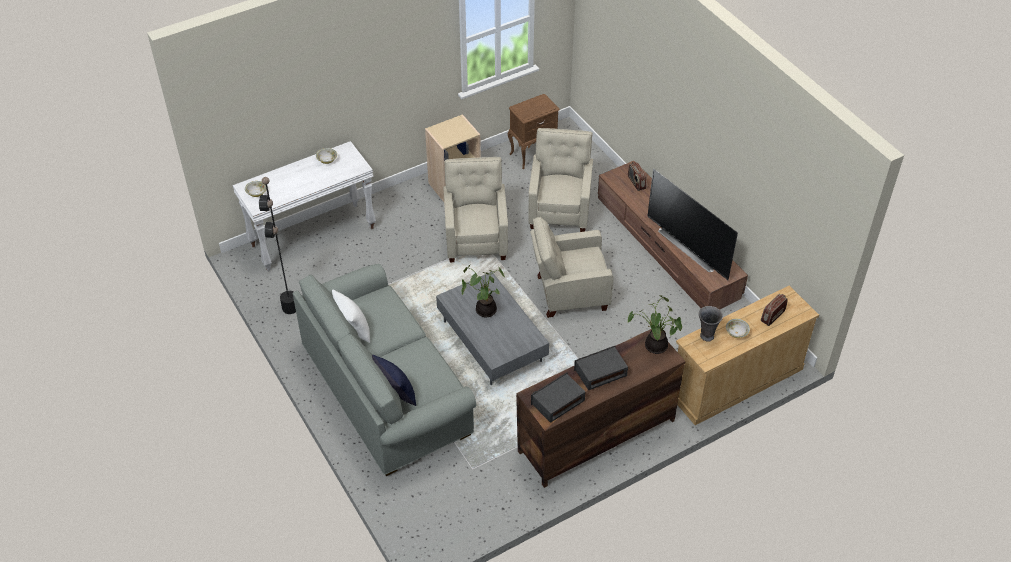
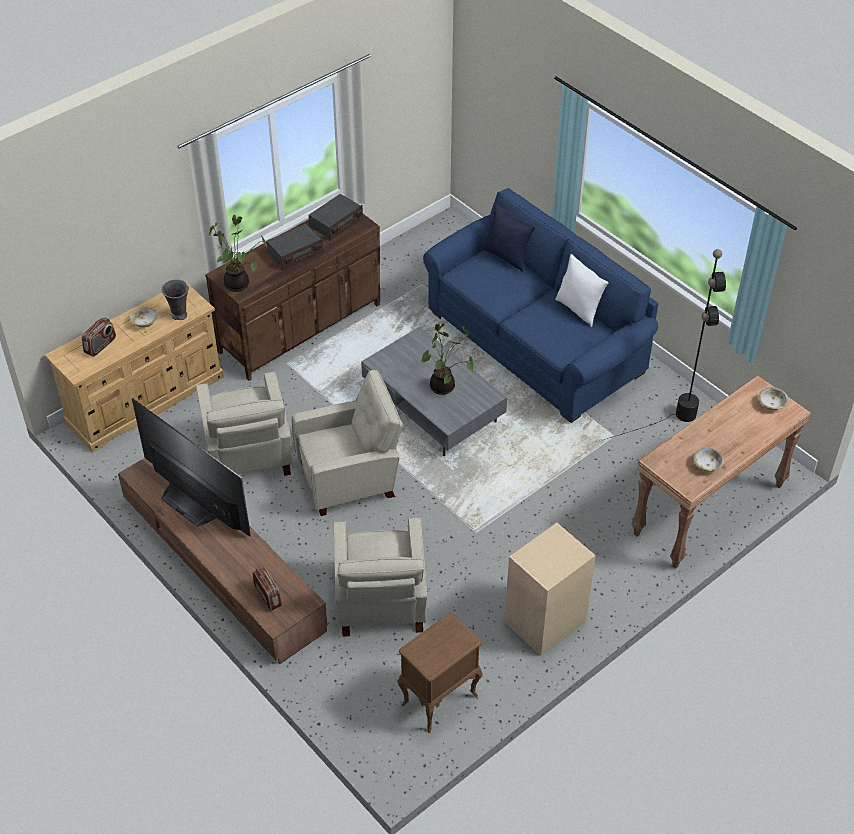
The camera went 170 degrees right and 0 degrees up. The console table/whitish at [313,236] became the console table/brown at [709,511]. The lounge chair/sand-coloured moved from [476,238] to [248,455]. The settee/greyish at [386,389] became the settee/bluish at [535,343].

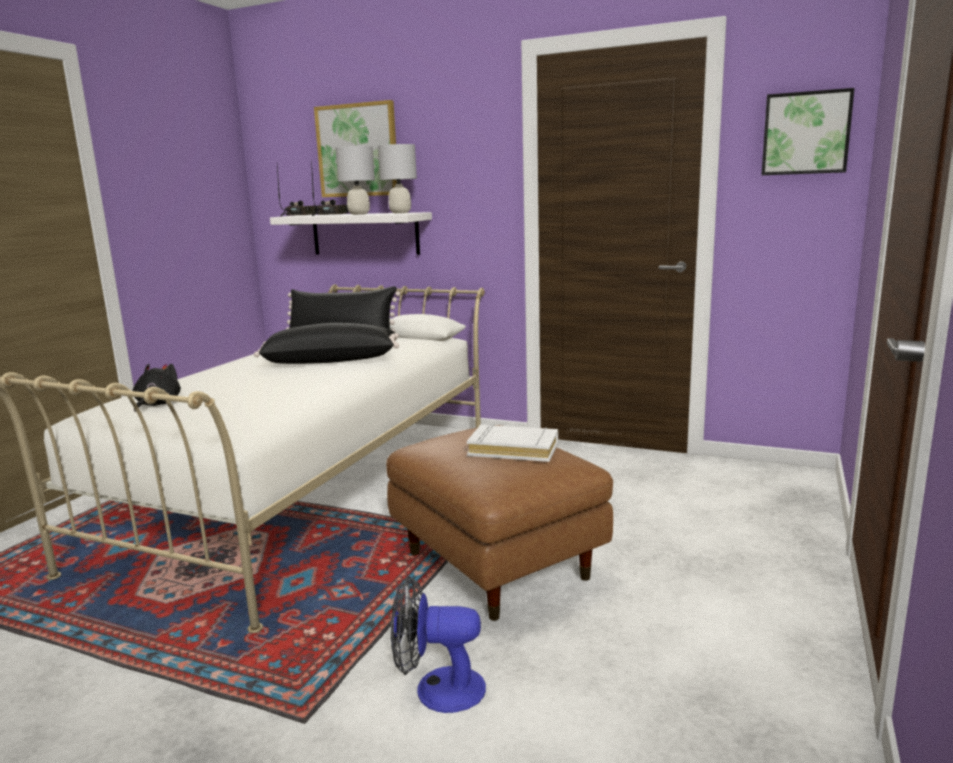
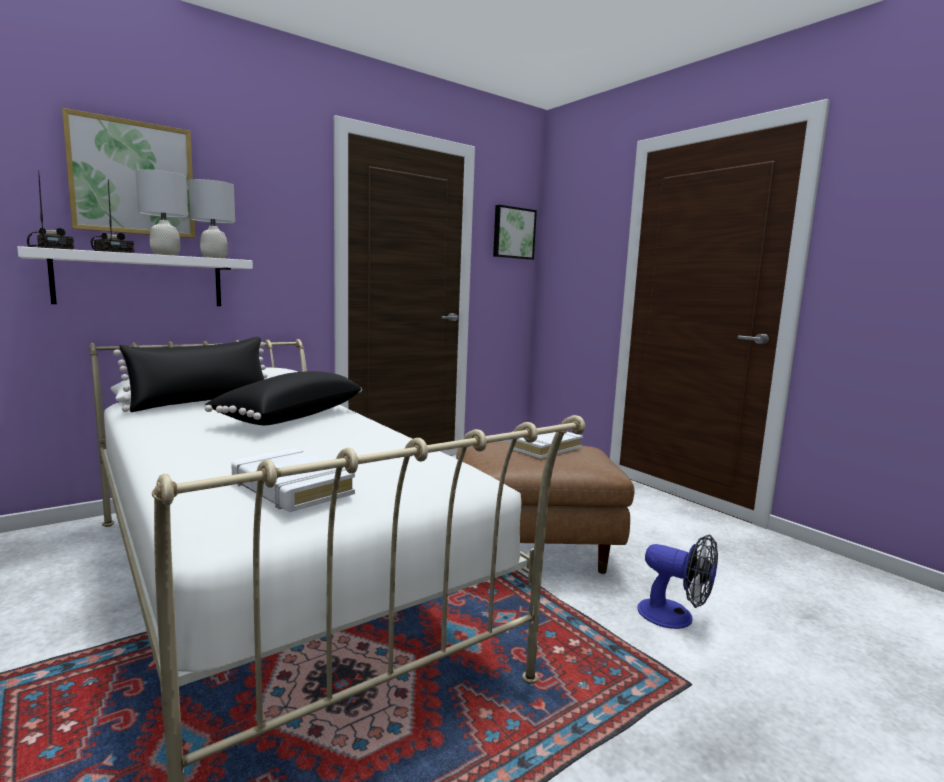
The camera went 60 degrees left and 5 degrees down. The soft toy/blackish at [156,404] was replaced by the bound book/whitish at [291,488]. The fan at [437,689] turned 90 degrees counterclockwise.

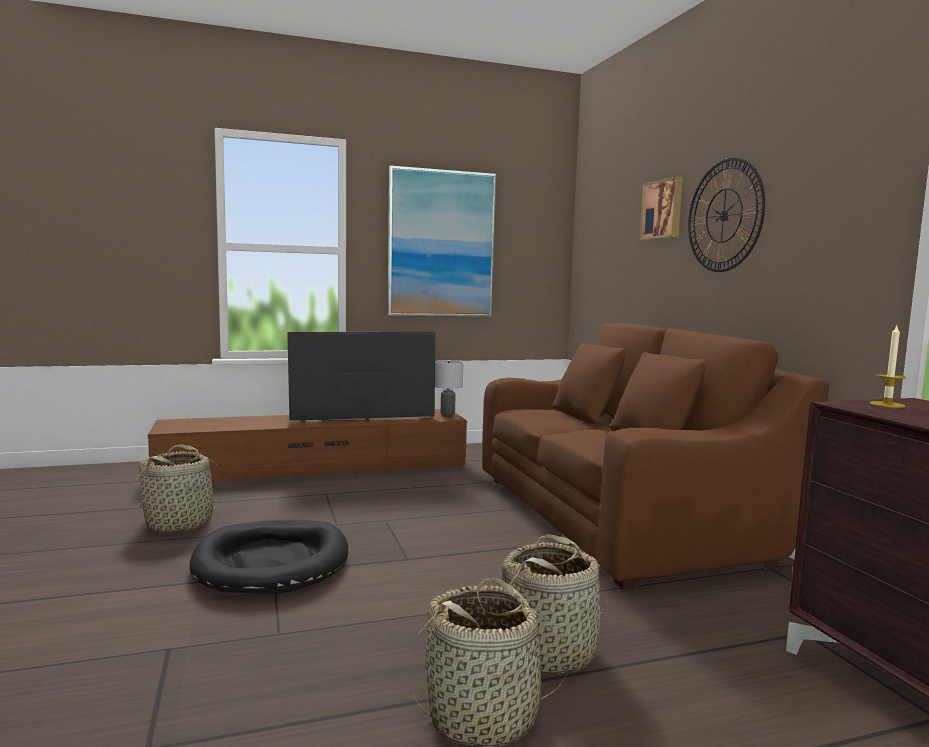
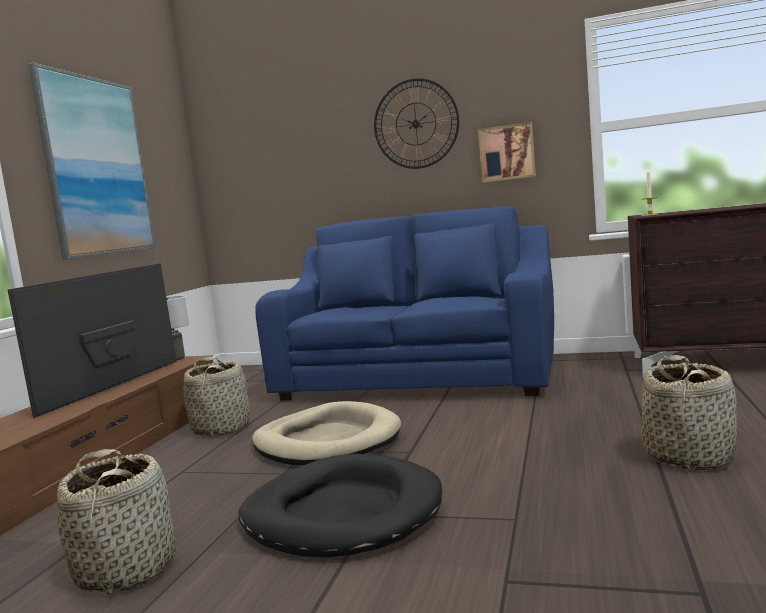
The camera went 55 degrees left and 0 degrees up. The wall picture moved from [663,209] to [507,153]. The settee/brown at [616,517] became the settee/bluish at [418,378]. The basket moved from [550,652] to [222,428]. The dog bed/sand-coloured at [327,441] appeared.

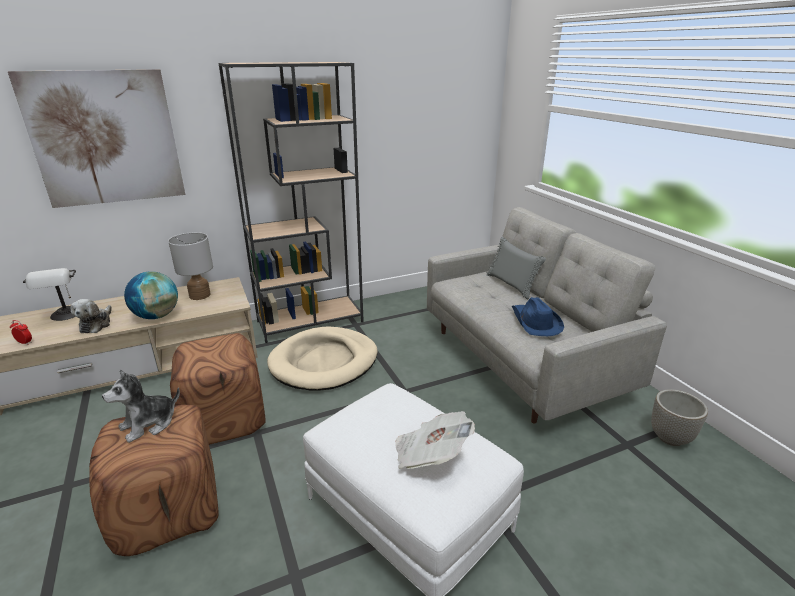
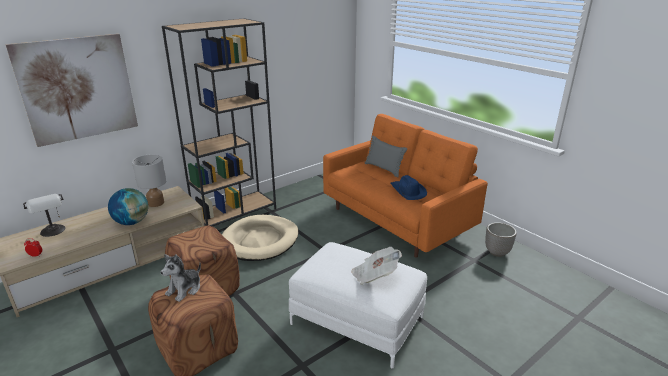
The camera went 15 degrees left and 0 degrees up. The settee/greyish at [521,361] became the settee/orange at [397,220]. The soft toy at [96,324] disappeared.

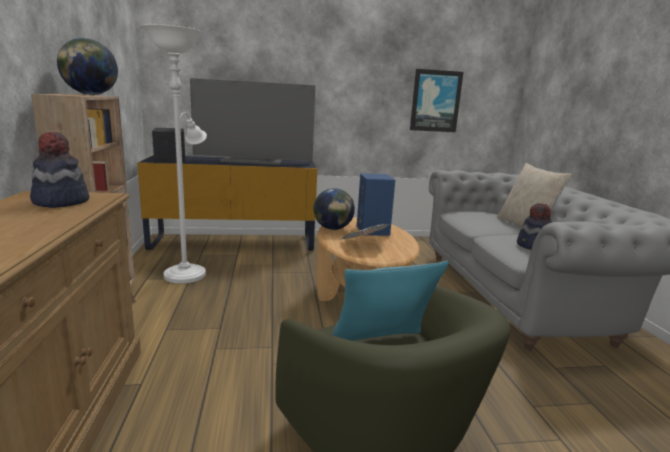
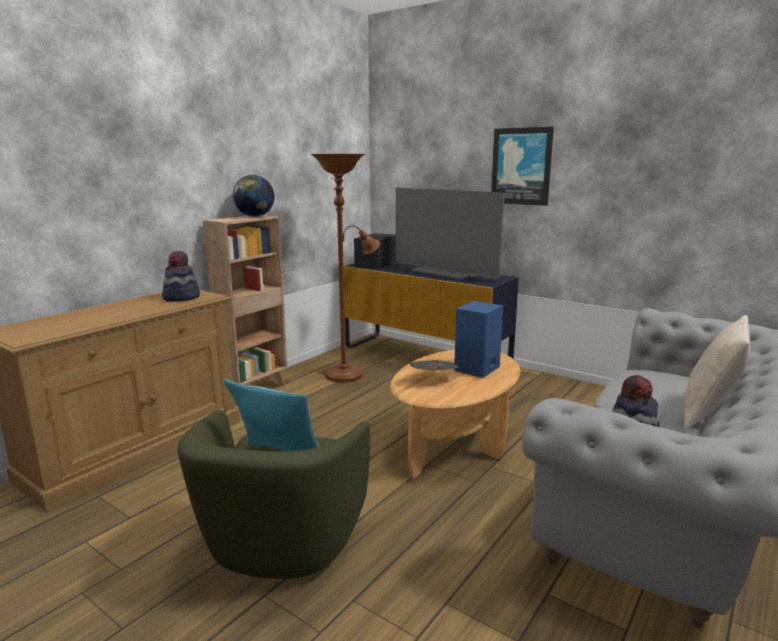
The camera went 45 degrees right and 0 degrees up. The standing lamp/whitish at [187,273] became the standing lamp/brown at [348,374]. The wall picture moved from [435,101] to [521,166]. The globe at [333,229] disappeared.

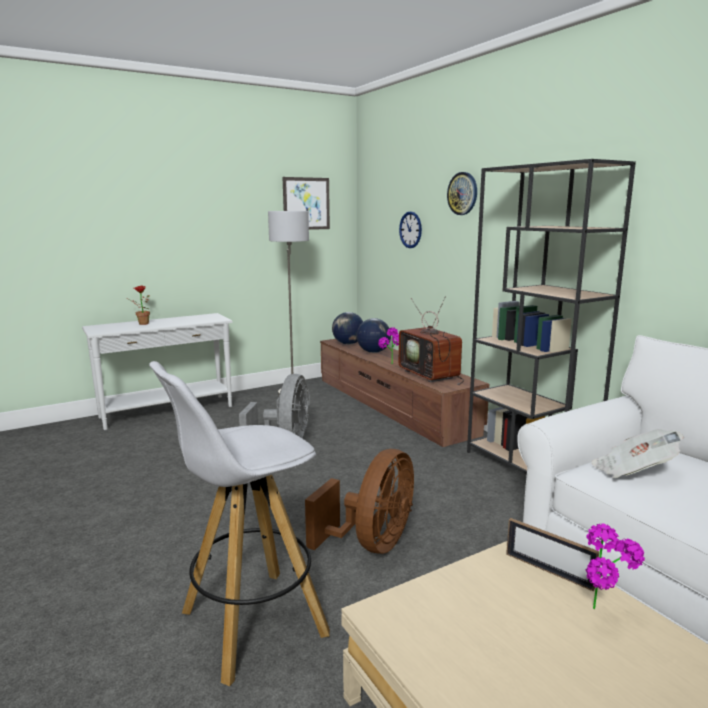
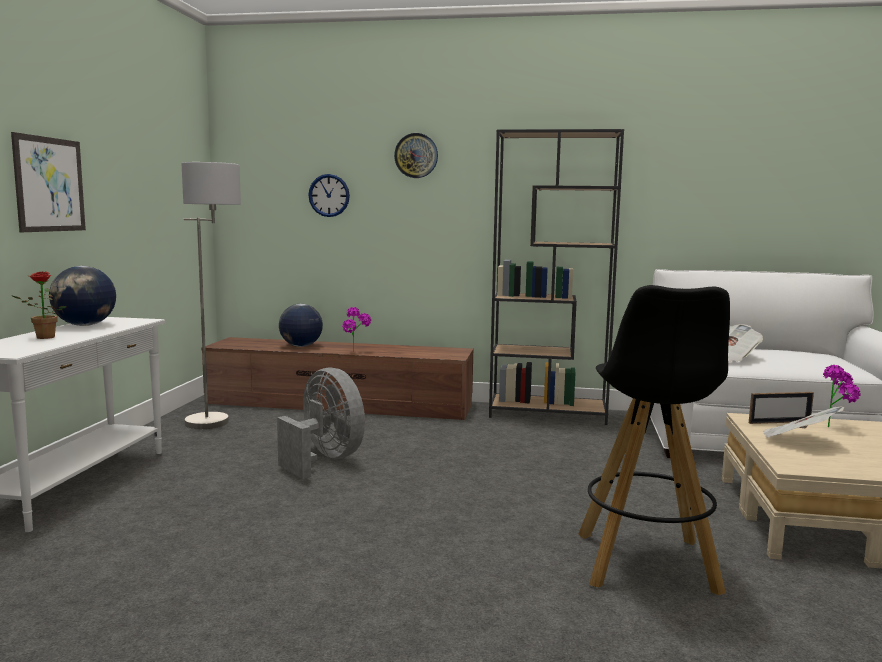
The camera went 50 degrees left and 5 degrees down. The wall picture moved from [306,203] to [49,184]. The TV at [431,375] disappeared. The globe moved from [348,344] to [84,325]. The stool seat/whitish at [251,624] became the stool seat/blackish at [646,564]. The fan/brown at [372,544] disappeared. The printed paper at [797,441] appeared.

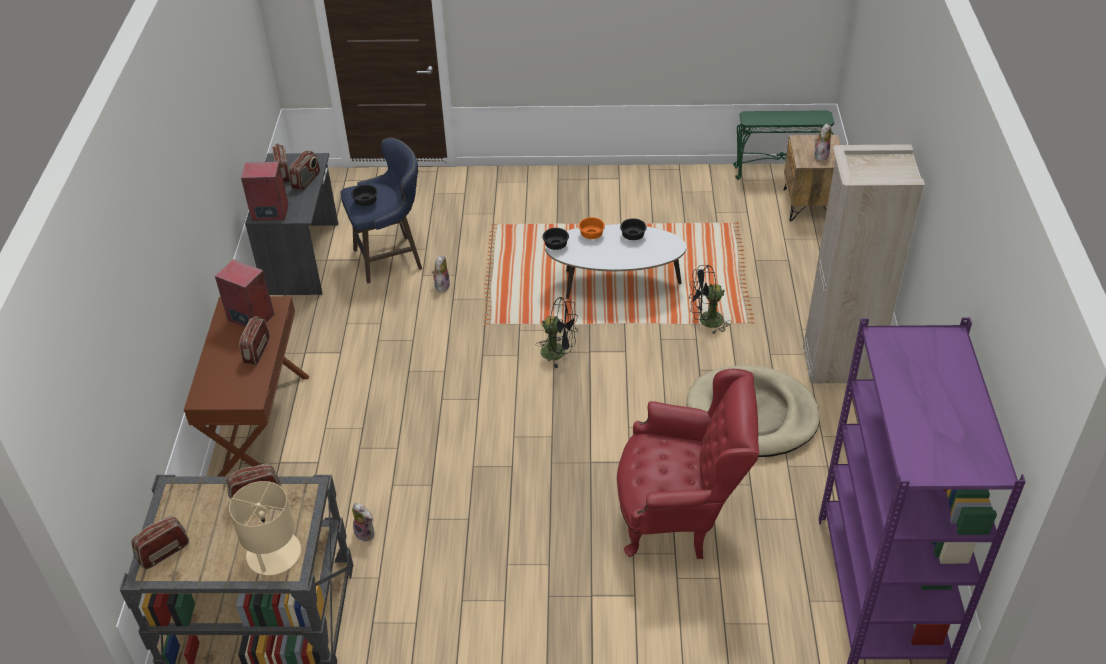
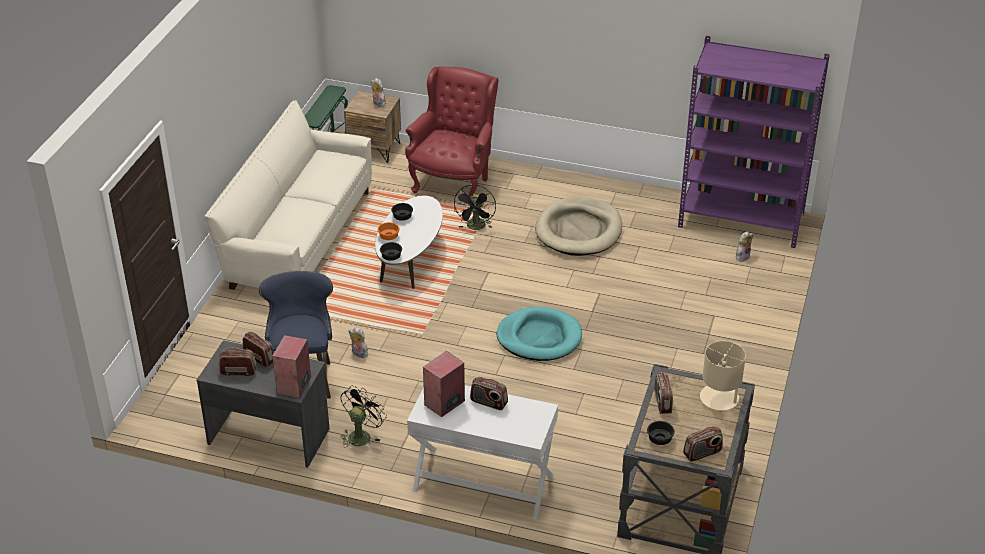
The camera went 75 degrees left and 5 degrees down. The cupboard/sand-coloured at [838,365] disappeared. The bowl/blackish moved from [365,202] to [659,440]. The console table/brown at [261,428] became the console table/whitish at [483,483]. The fan/blackish moved from [559,352] to [361,435]. The lounge chair/red moved from [678,519] to [453,181]. The soft toy moved from [366,533] to [742,256]. The radio at [163,552] turned 90 degrees counterclockwise. The settee/sand-coloured at [299,238] appeared. The dog bed/turquoise-coloured at [539,337] appeared.

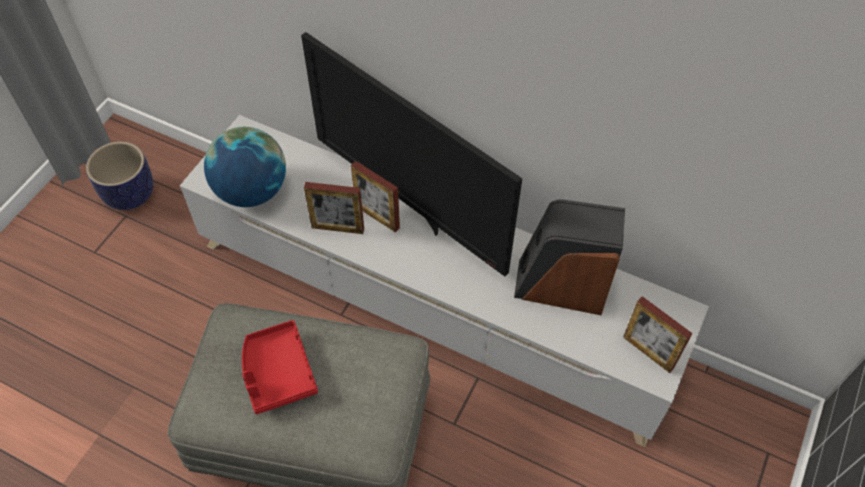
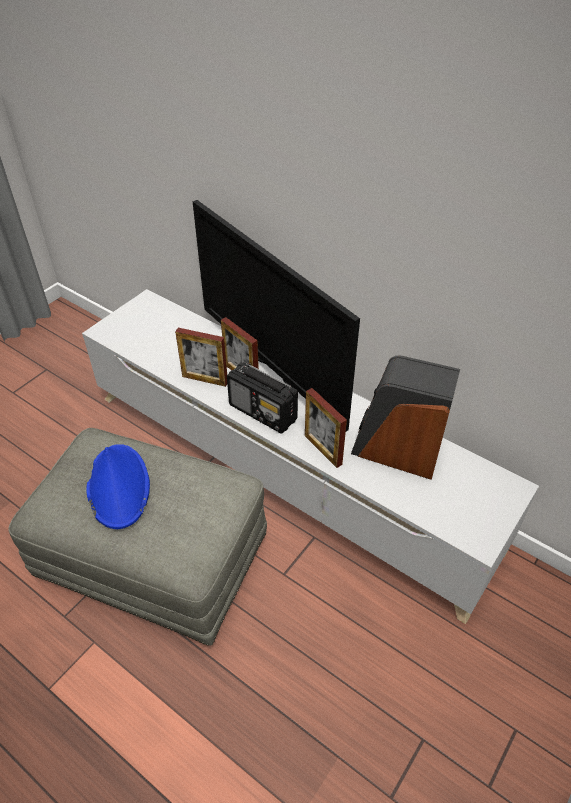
The camera went 10 degrees right and 10 degrees down. The globe at [251,191] disappeared. The plant pot at [130,194] disappeared. The standing frame moved from [648,352] to [323,450]. The carrying tray/red at [277,372] was replaced by the clothing hat/bluish at [118,486]. The radio at [263,413] appeared.

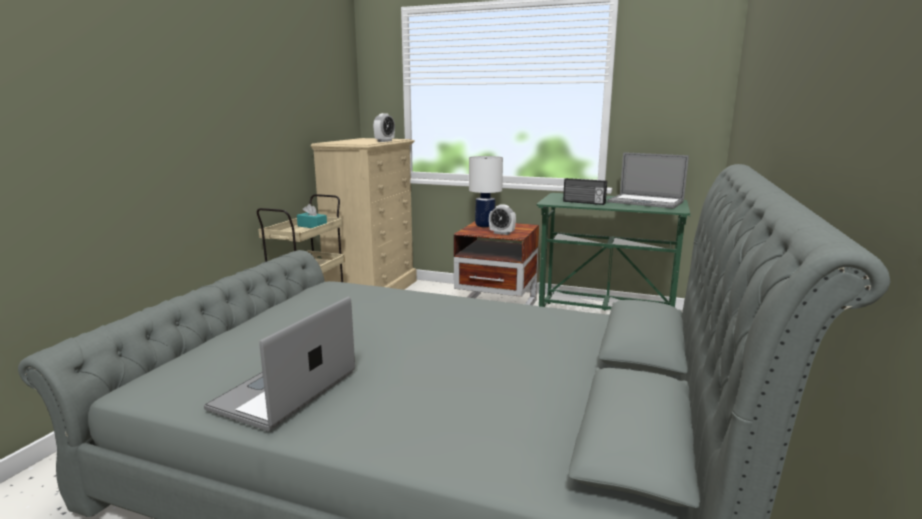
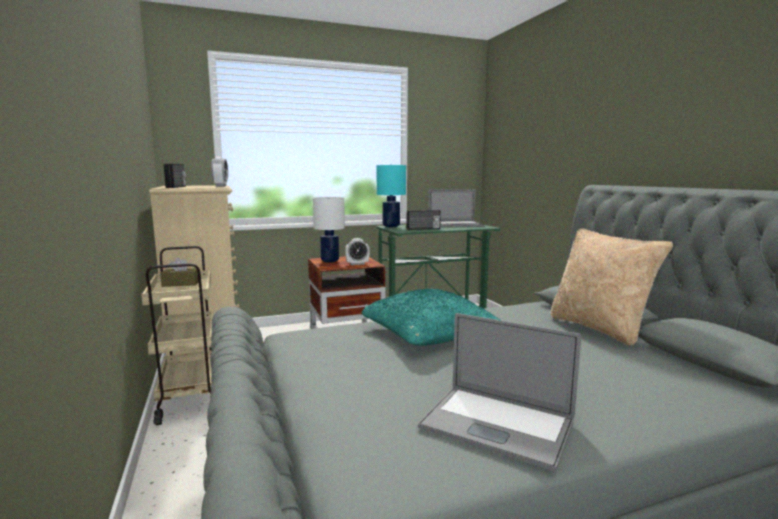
The camera went 40 degrees left and 5 degrees down. The tissue holder/turquoise-coloured at [312,226] became the tissue holder/brown at [181,284]. The notebook computer at [285,390] turned 45 degrees counterclockwise. The radio at [177,187] appeared. The lamp for a table/turquoise-coloured at [391,226] appeared. The pillow/sand-coloured at [598,330] appeared. The pillow/turquoise-coloured at [429,334] appeared.

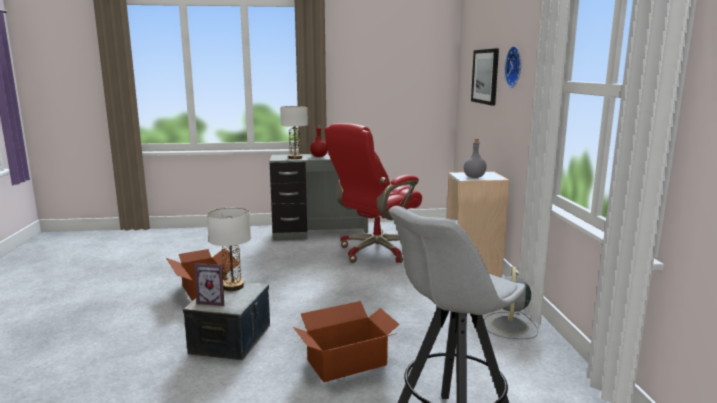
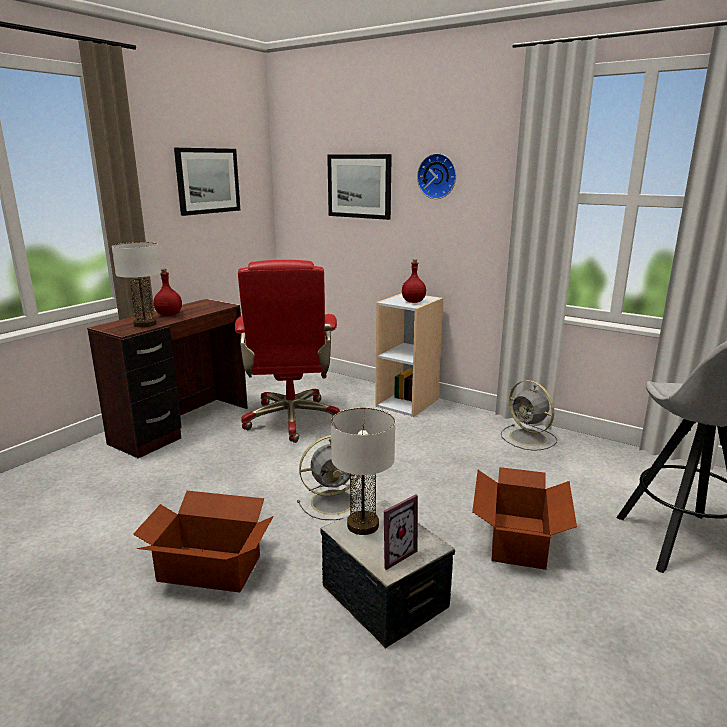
The camera went 50 degrees left and 5 degrees up. The bottle/greyish at [474,177] became the bottle/red at [414,302]. The desk table/greyish at [320,234] became the desk table/brown at [183,425]. The wall picture at [208,181] appeared. The fan/greyish at [334,501] appeared.

